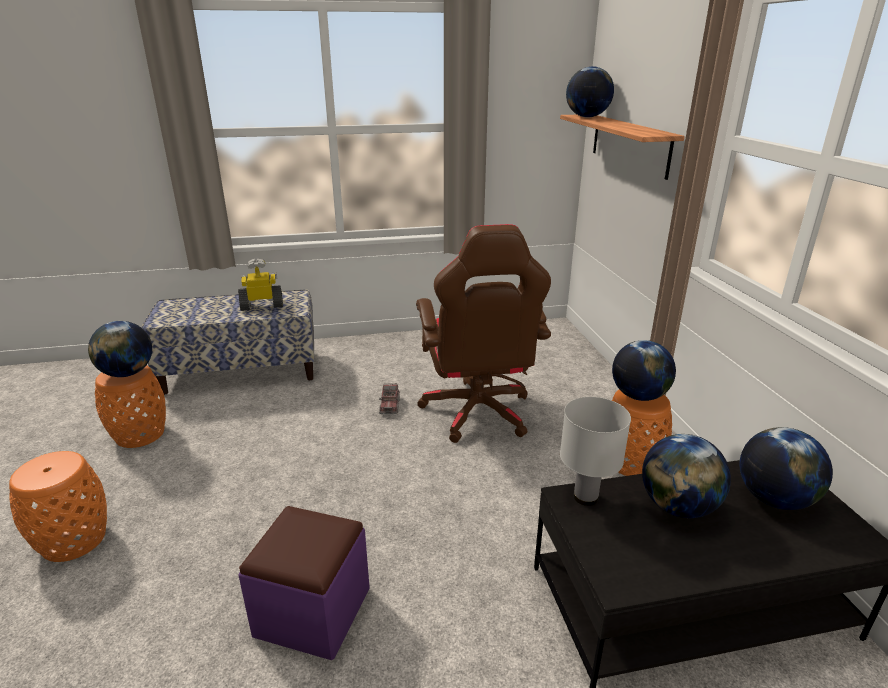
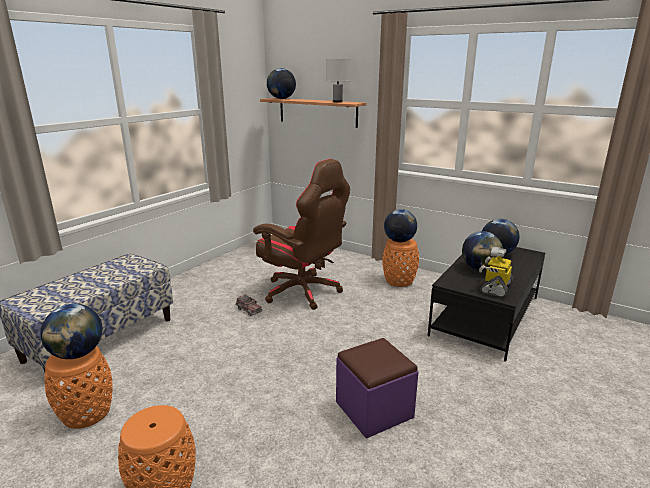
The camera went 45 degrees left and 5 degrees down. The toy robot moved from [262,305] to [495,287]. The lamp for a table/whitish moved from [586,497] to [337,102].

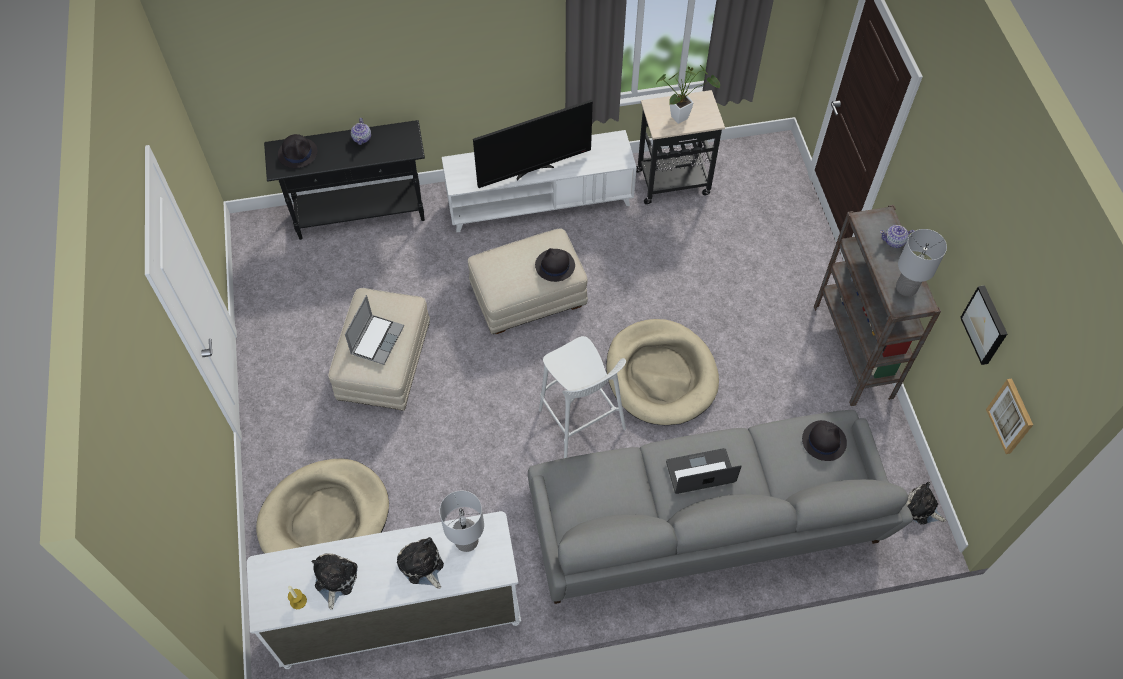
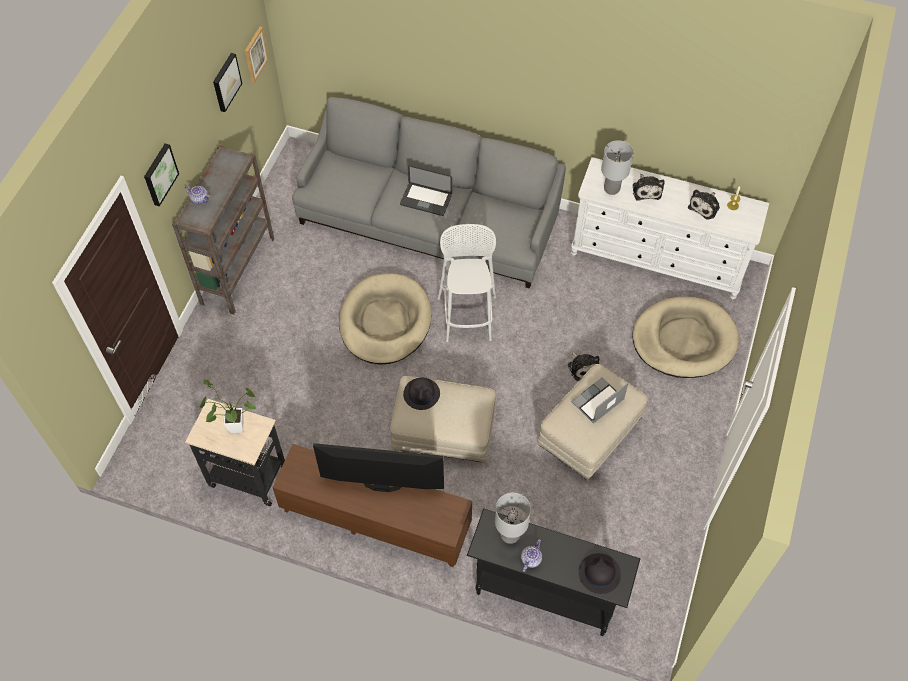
The camera went 150 degrees left and 0 degrees up. The tv stand/whitish at [539,202] became the tv stand/brown at [375,519]. The lamp for a table/greyish moved from [905,289] to [510,536]. The clothing hat/blackish at [823,441] disappeared. The soft toy moved from [920,508] to [582,367]. The wall picture at [159,174] appeared.

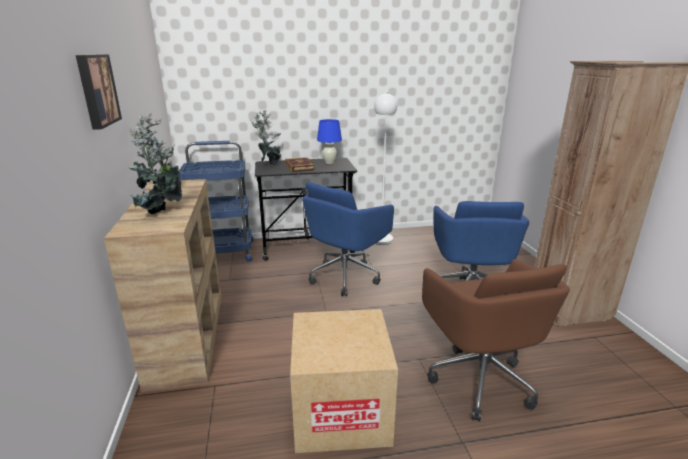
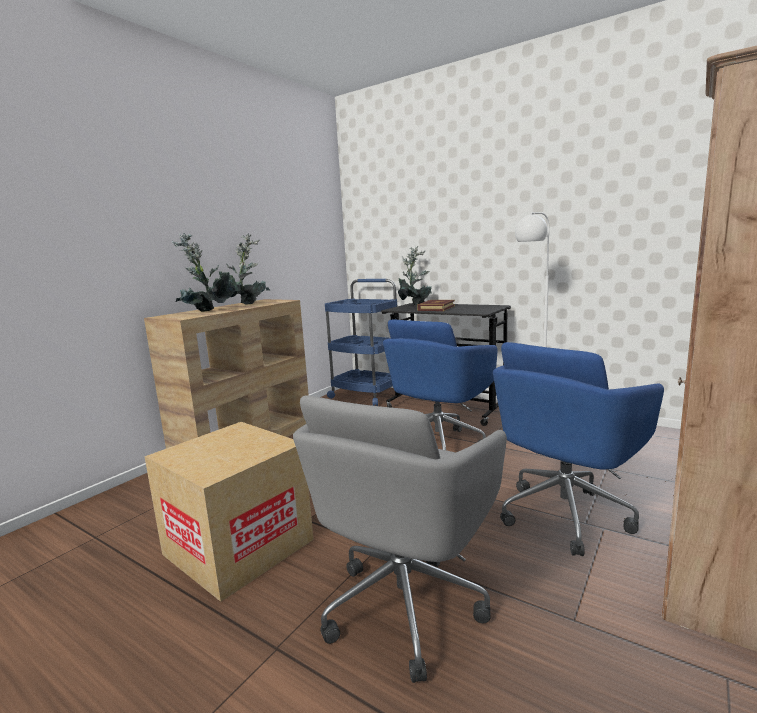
The camera went 45 degrees right and 10 degrees down. The wall picture at [96,90] disappeared. The lamp for a table/bluish at [329,162] disappeared. The office chair/bluish at [346,276] turned 45 degrees counterclockwise. The office chair/brown at [477,379] became the office chair/greyish at [407,603].

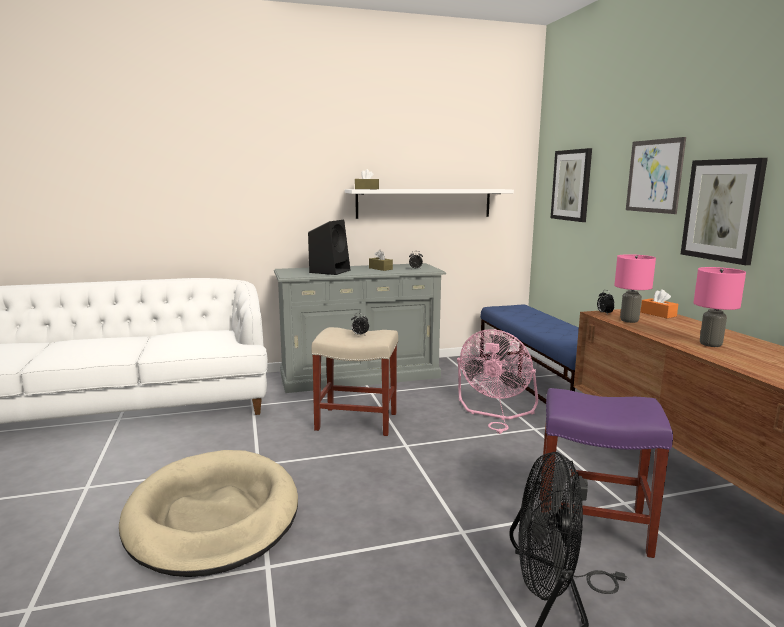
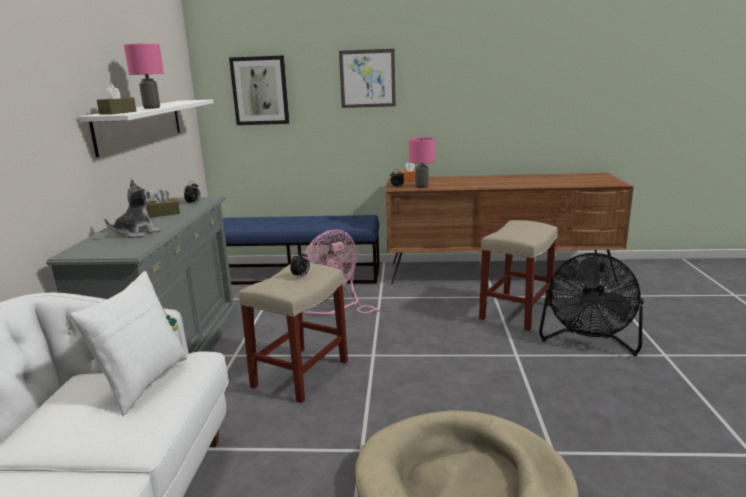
The camera went 70 degrees left and 5 degrees up. The wall picture at [722,210] disappeared. The loudspeaker/blackish at [330,271] was replaced by the soft toy at [137,233]. The lamp for a table/pinkish moved from [709,344] to [150,108]. The stool seat/purplish at [594,524] became the stool seat/sand-coloured at [516,311]. The pillow/whitish at [144,383] appeared.

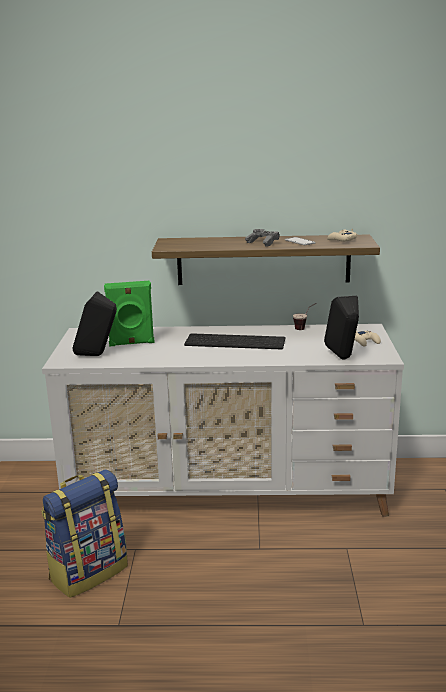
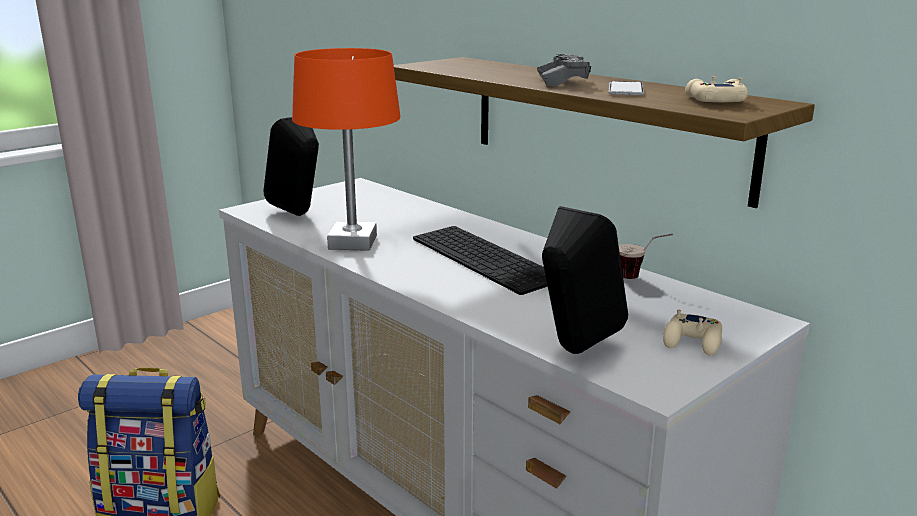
The camera went 45 degrees right and 0 degrees up. The loudspeaker/green at [131,343] disappeared. The lamp for a table/orange at [353,242] appeared.

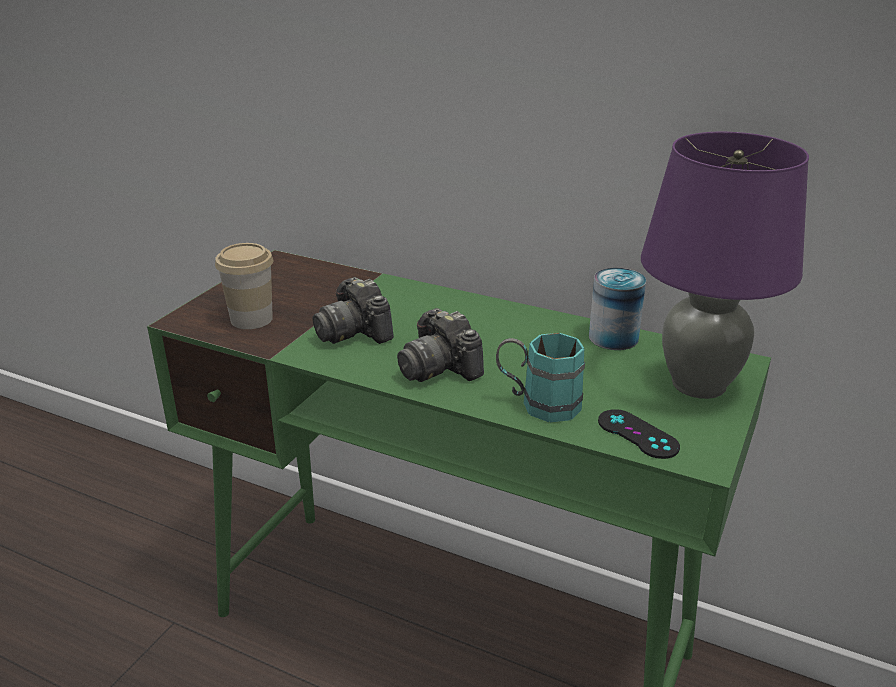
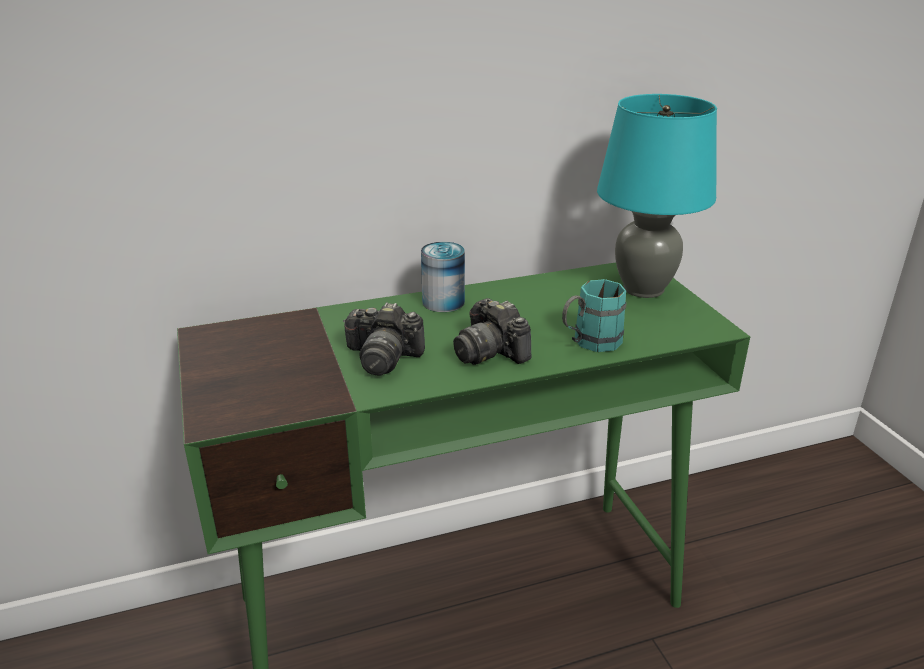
The camera went 45 degrees left and 0 degrees up. The lamp for a table/purplish at [699,385] became the lamp for a table/turquoise-coloured at [644,289]. The drinking cup at [251,319] disappeared. The sealed can moved from [613,337] to [443,302]. The still camera at [439,367] turned 45 degrees clockwise. The joypad/blackish at [637,434] disappeared.

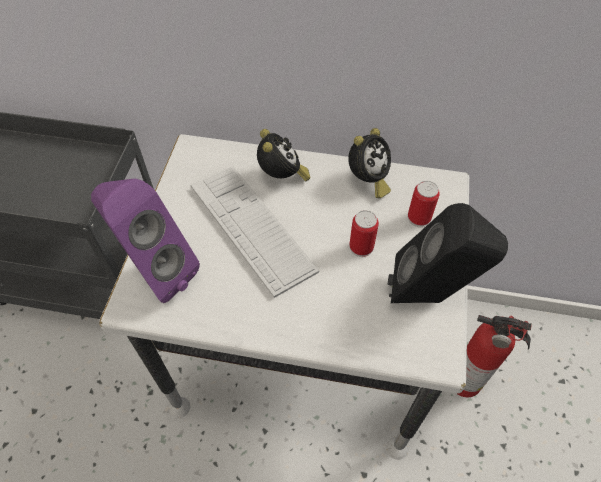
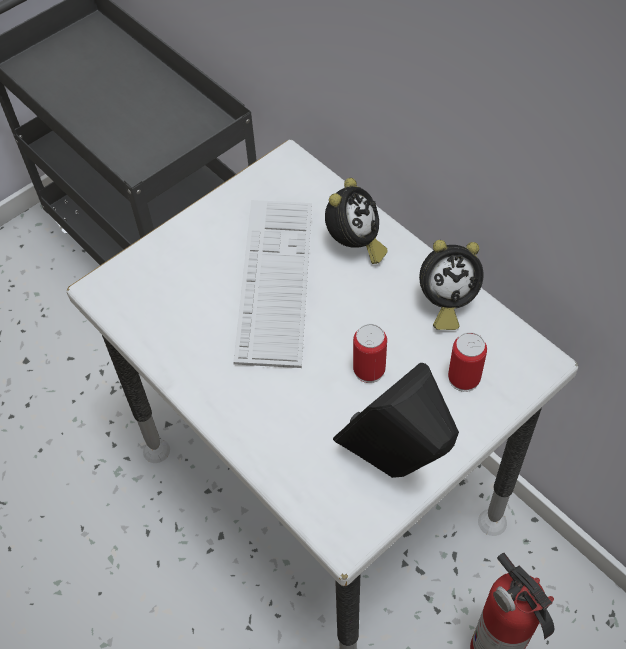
The camera went 40 degrees right and 0 degrees up. The loudspeaker/purplish at [156,272] disappeared.

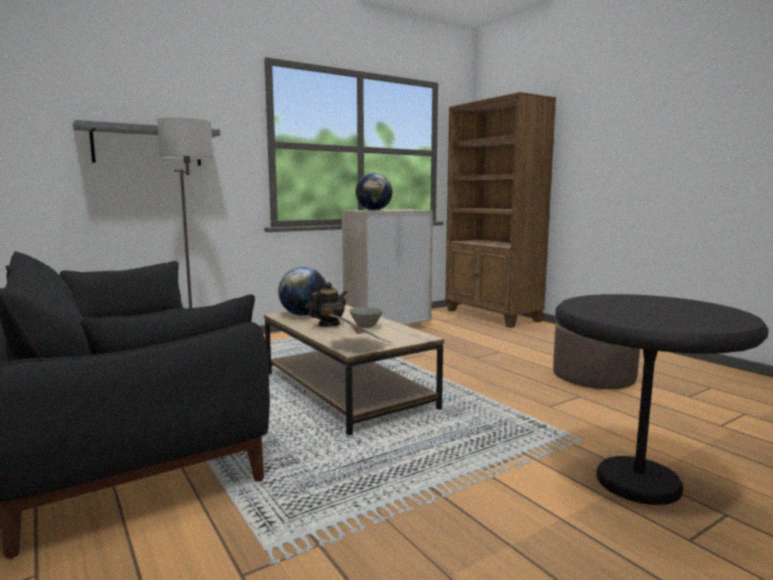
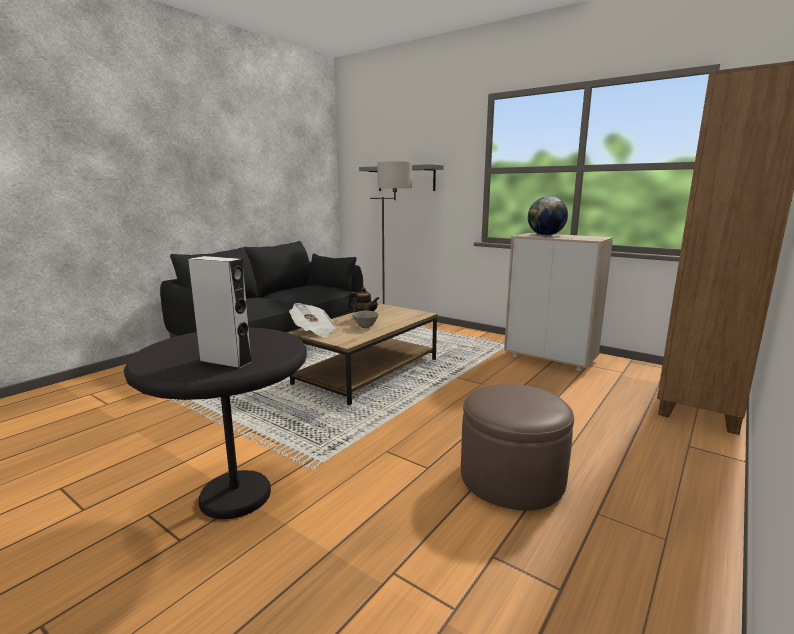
The camera went 70 degrees right and 5 degrees up. The globe at [304,315] disappeared. The loudspeaker/greyish at [226,361] appeared.

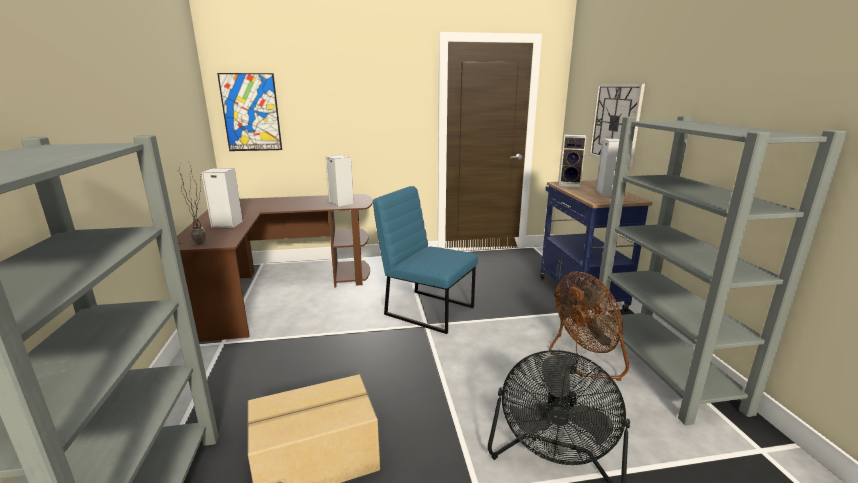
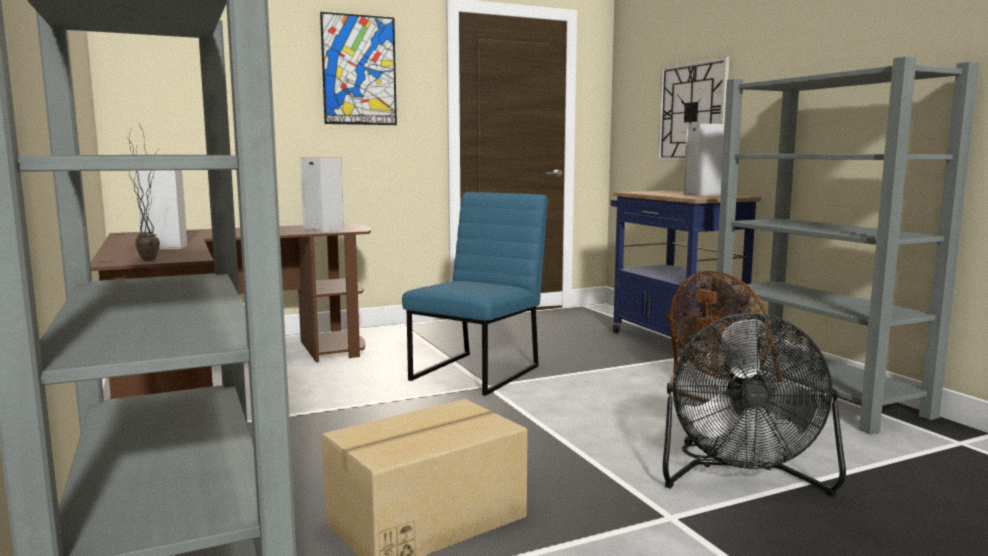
The camera went 15 degrees left and 10 degrees down. The wall picture moved from [251,112] to [359,70]. The loudspeaker at [570,184] disappeared. The upright chair/bluish at [427,309] turned 105 degrees clockwise.

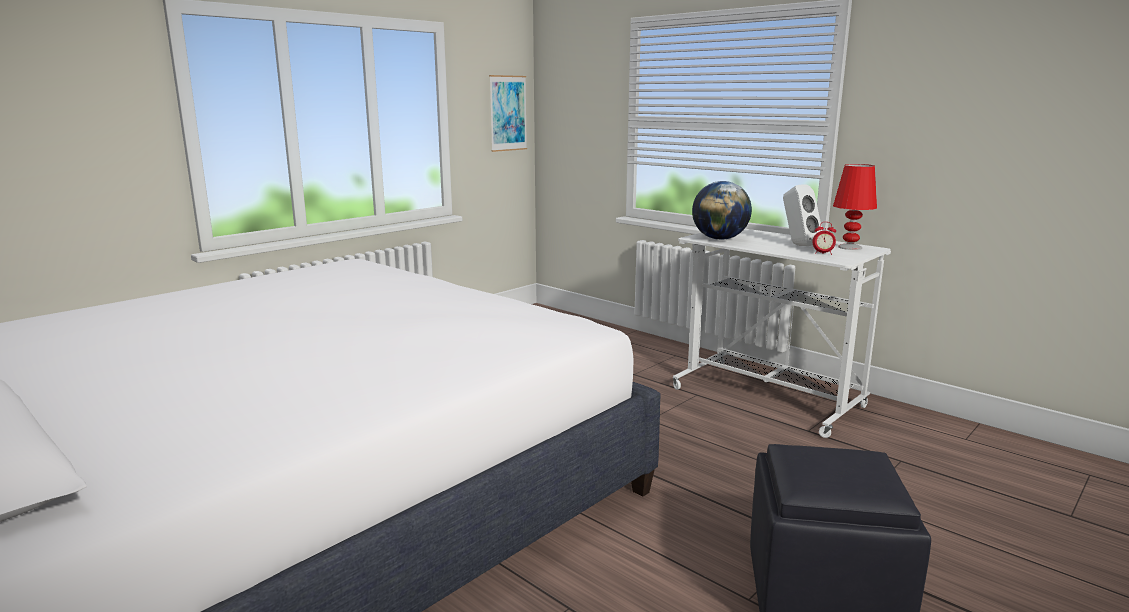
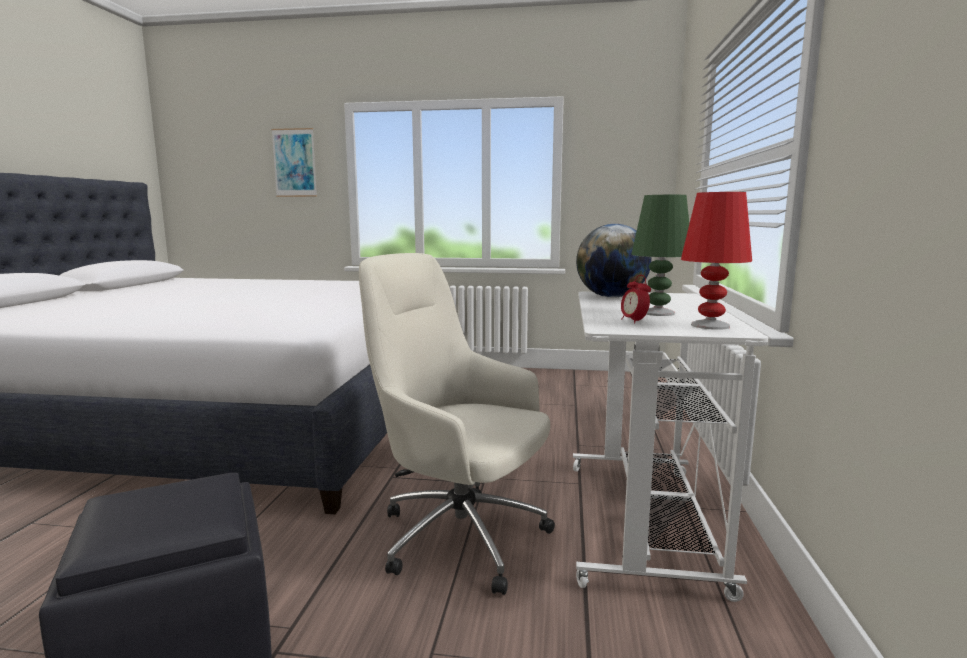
The camera went 55 degrees right and 5 degrees down. The wall picture moved from [508,113] to [294,163]. The loudspeaker/whitish at [797,245] was replaced by the lamp for a table/green at [658,313]. The office chair/sand-coloured at [460,539] appeared.

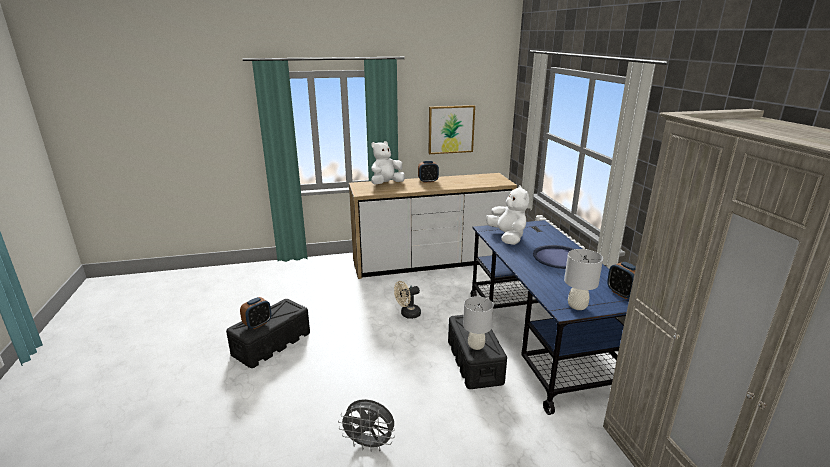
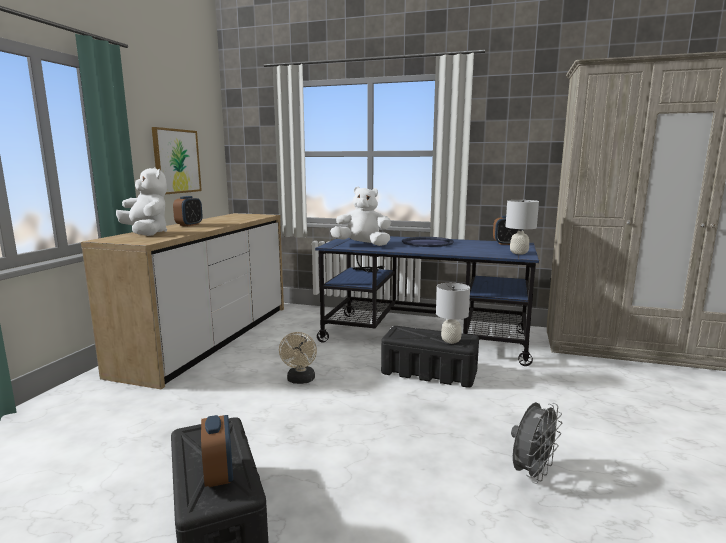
The camera went 60 degrees left and 10 degrees down. The soft toy/whitish at [386,184] turned 150 degrees clockwise.

